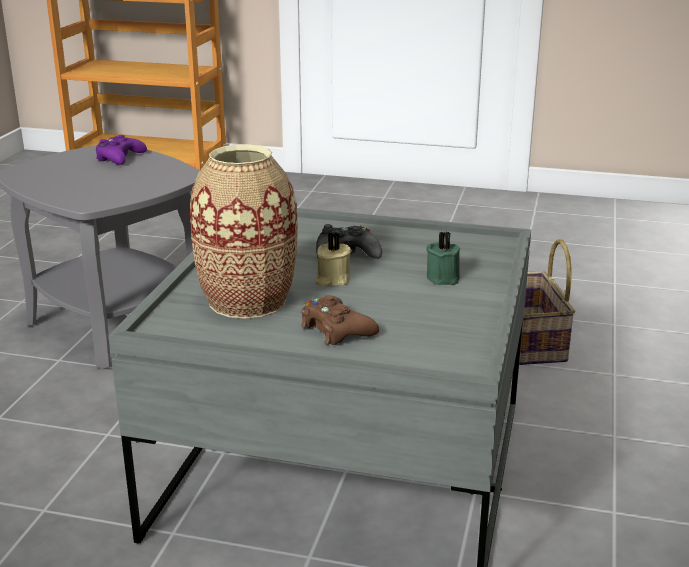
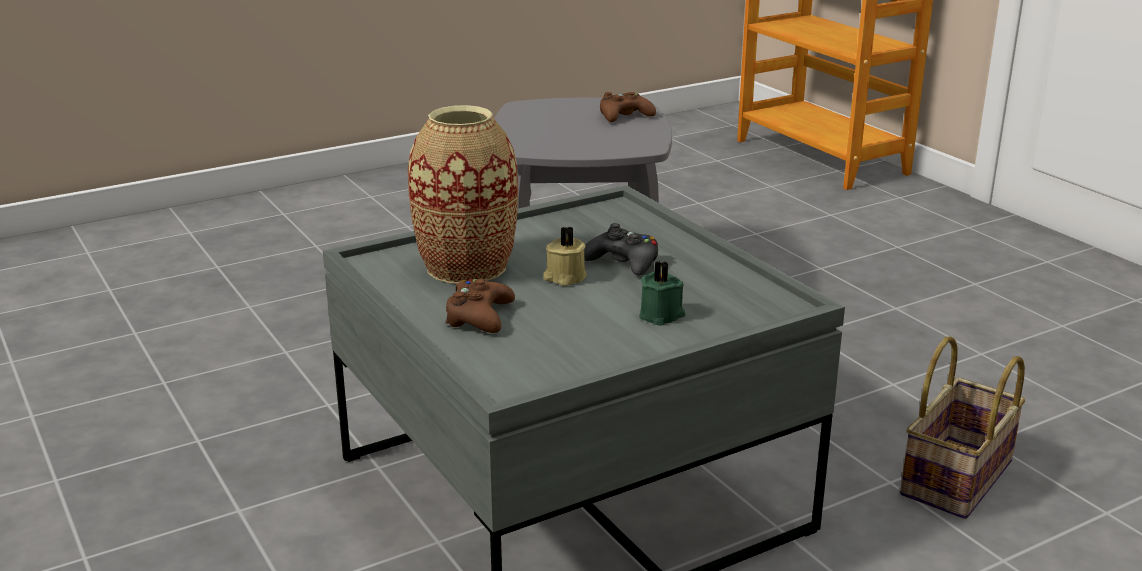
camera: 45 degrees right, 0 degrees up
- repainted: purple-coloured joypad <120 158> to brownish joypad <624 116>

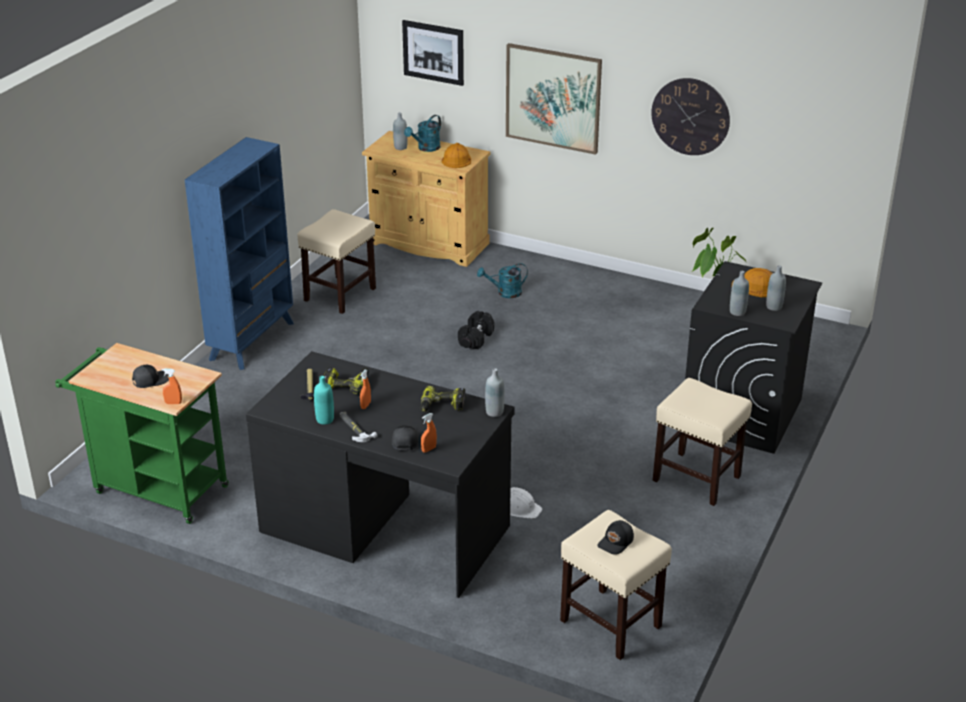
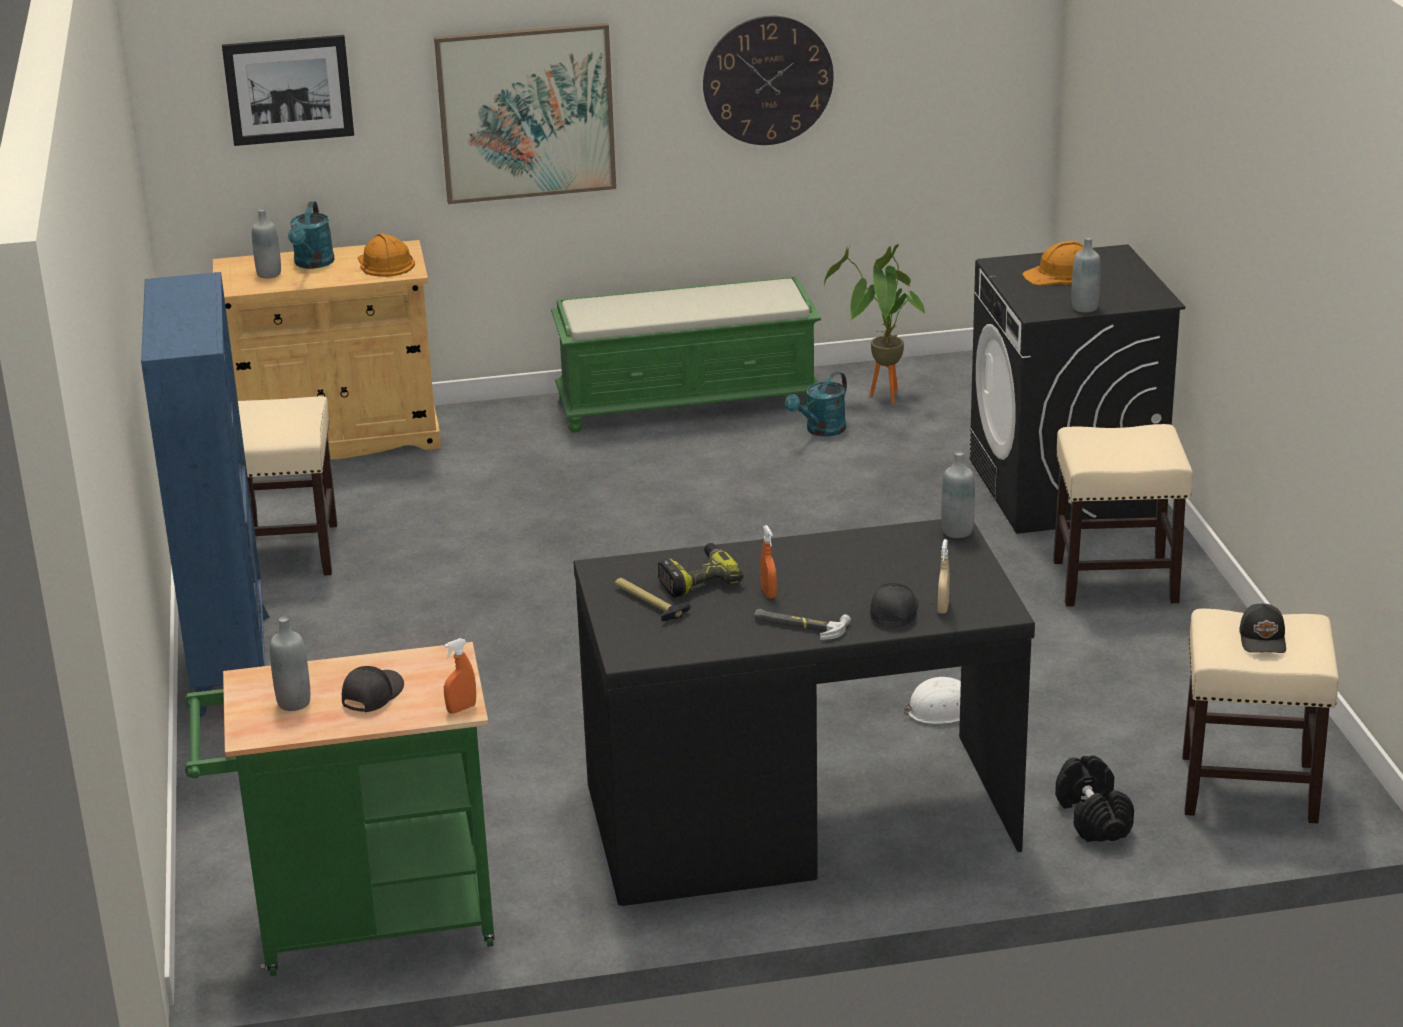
camera: 35 degrees left, 5 degrees down
- shifted: turquoise sprinkling can <505 293> to <821 431>
- shifted: gray beverage bottle <774 307> to <294 702>
- shifted: blackish free weight <475 339> to <1092 817>
- gone: turquoise beverage bottle <325 419>
- gone: electric drill <442 406>
- repainted: orange spray bottle <428 449> to sand-coloured spray bottle <943 608>
- rotated: blackish cap <404 440> = <893 611> 45 degrees clockwise
- new: greenish indoor bench <689 401>

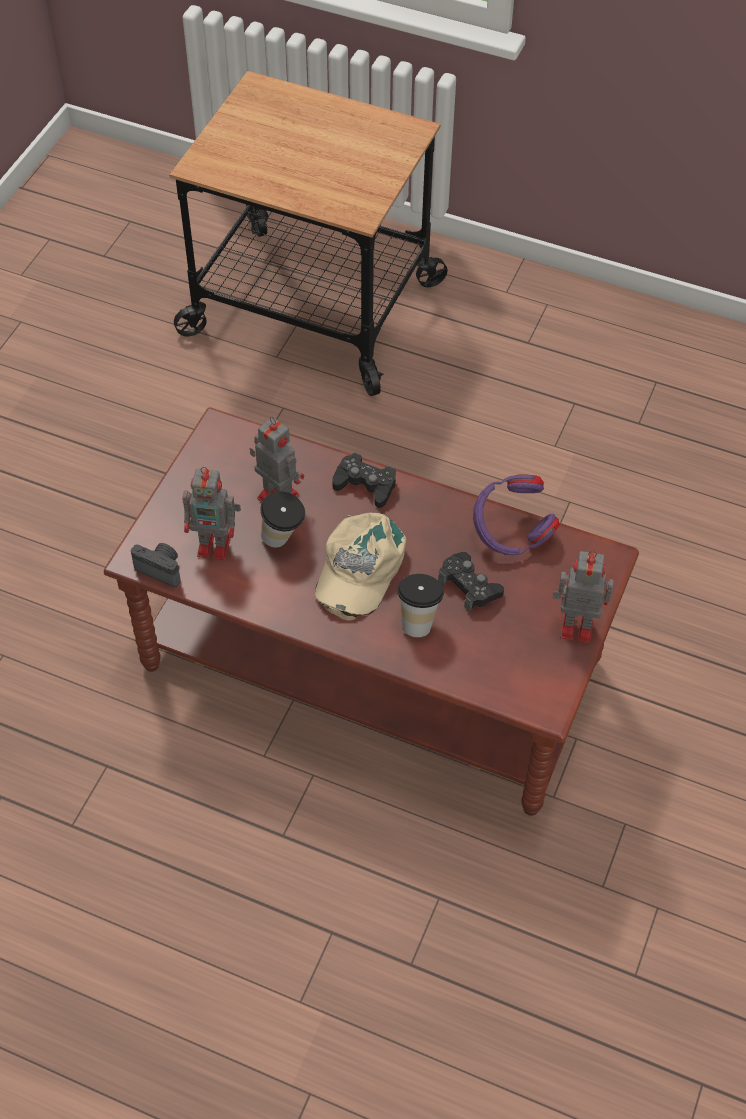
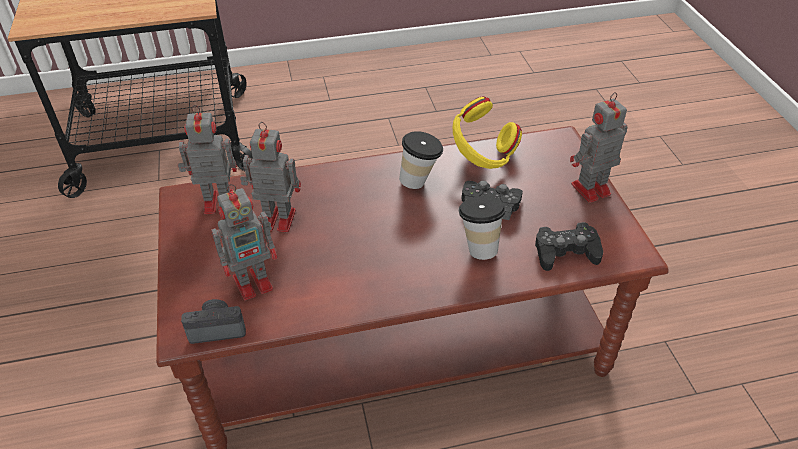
camera: 35 degrees left, 10 degrees down
- shifted: blackish joypad <365 485> to <565 252>
- repainted: purple-coloured pair of headphones <511 533> to yellow pair of headphones <482 156>
- shifted: cup <283 540> to <420 181>
- gone: sand-coloured cap <359 568>
- new: model robot <216 202>

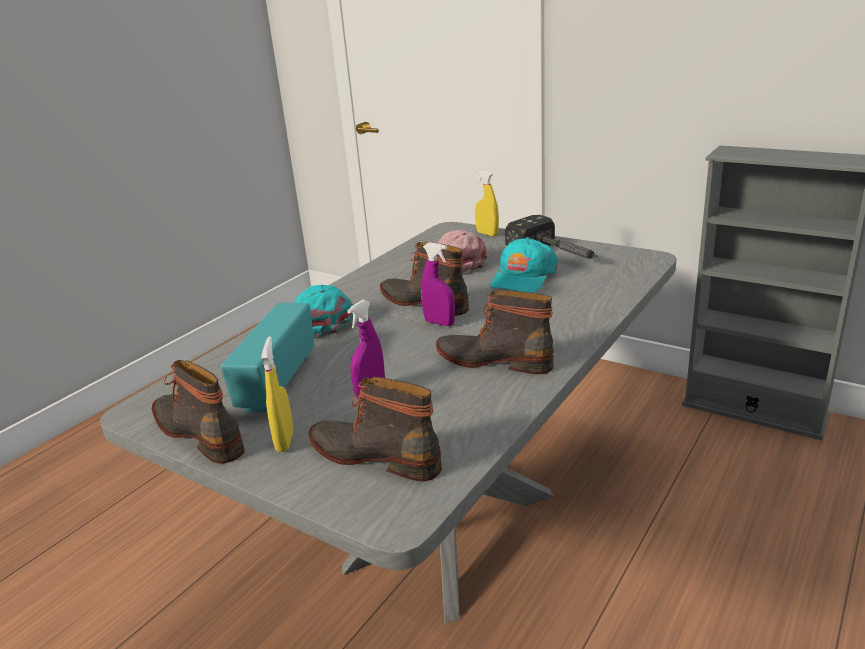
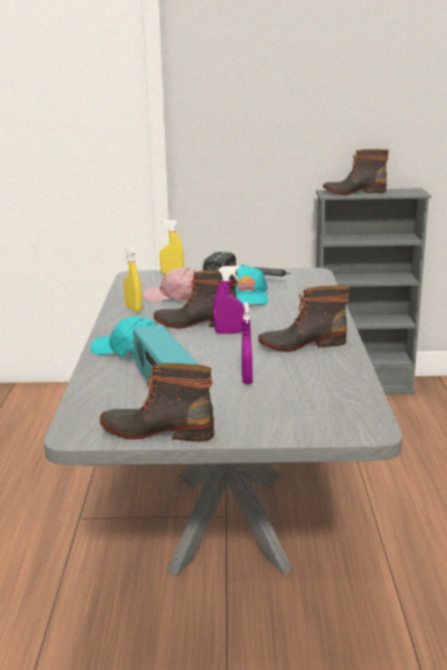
camera: 35 degrees left, 5 degrees down
- shifted: yellow spray bottle <285 441> to <133 309>
- shifted: tall boot <376 455> to <354 192>

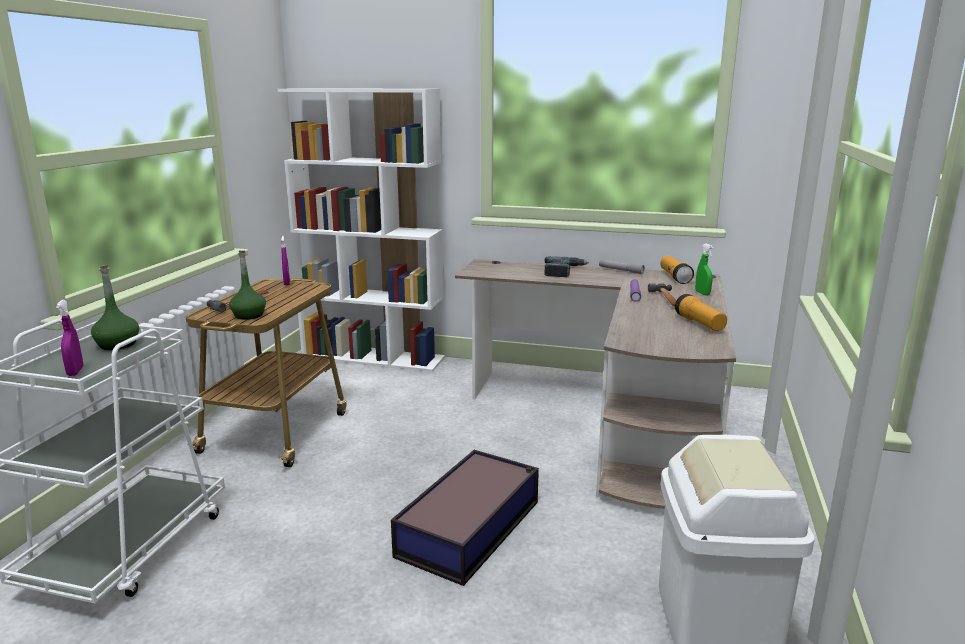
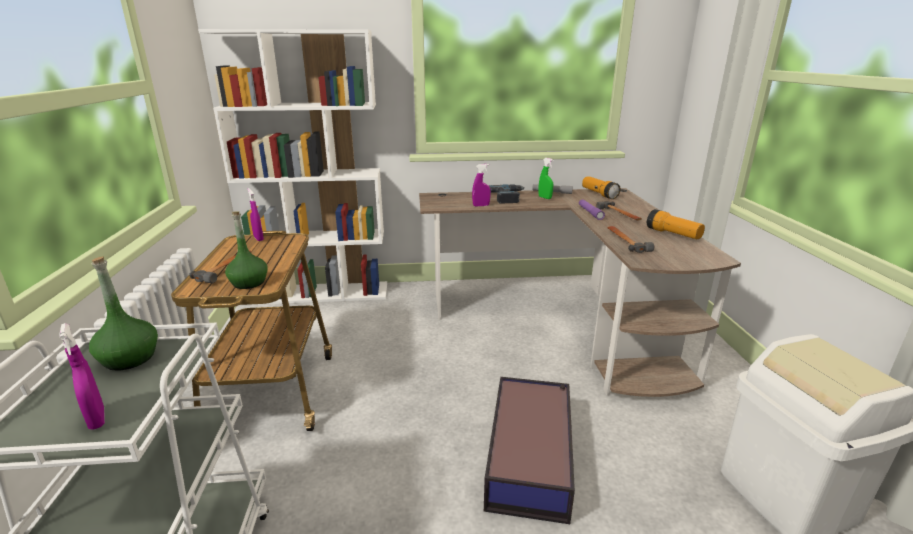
camera: 20 degrees left, 5 degrees up
- shifted: greenish spray bottle <702 293> to <545 198>
- new: purple-coloured spray bottle <481 205>
- new: hand hammer <626 241>

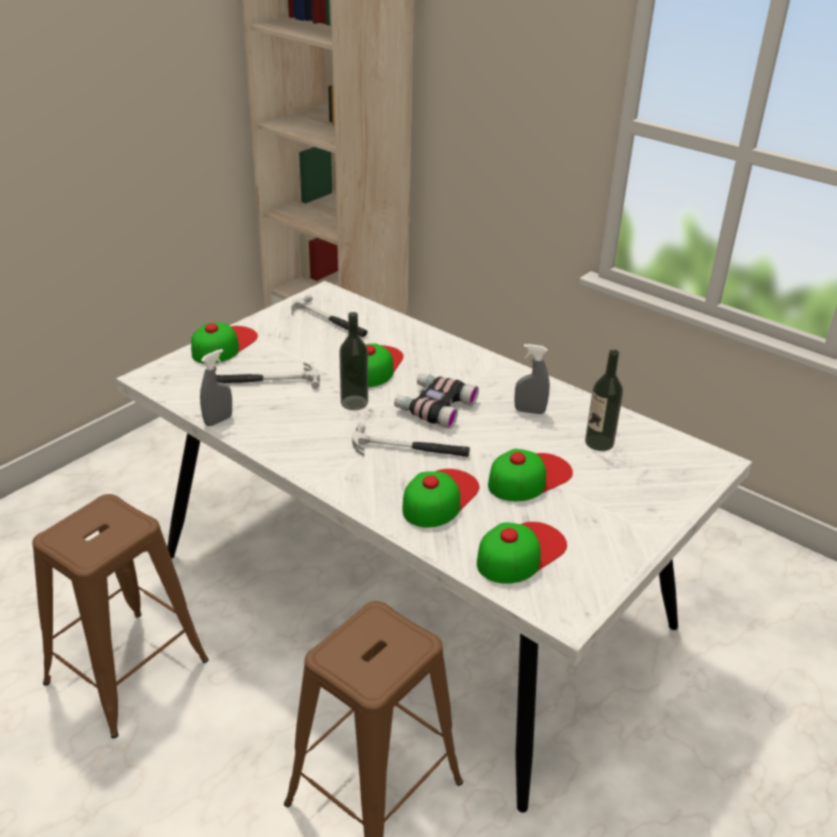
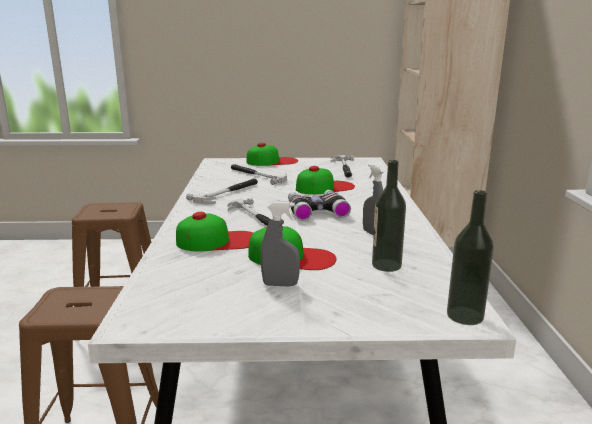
camera: 50 degrees right, 15 degrees down
- shifted: beverage bottle <354 402> to <465 315>
- shifted: gray spray bottle <218 420> to <280 284>
- gone: cap <520 552>
- new: hand hammer <227 193>

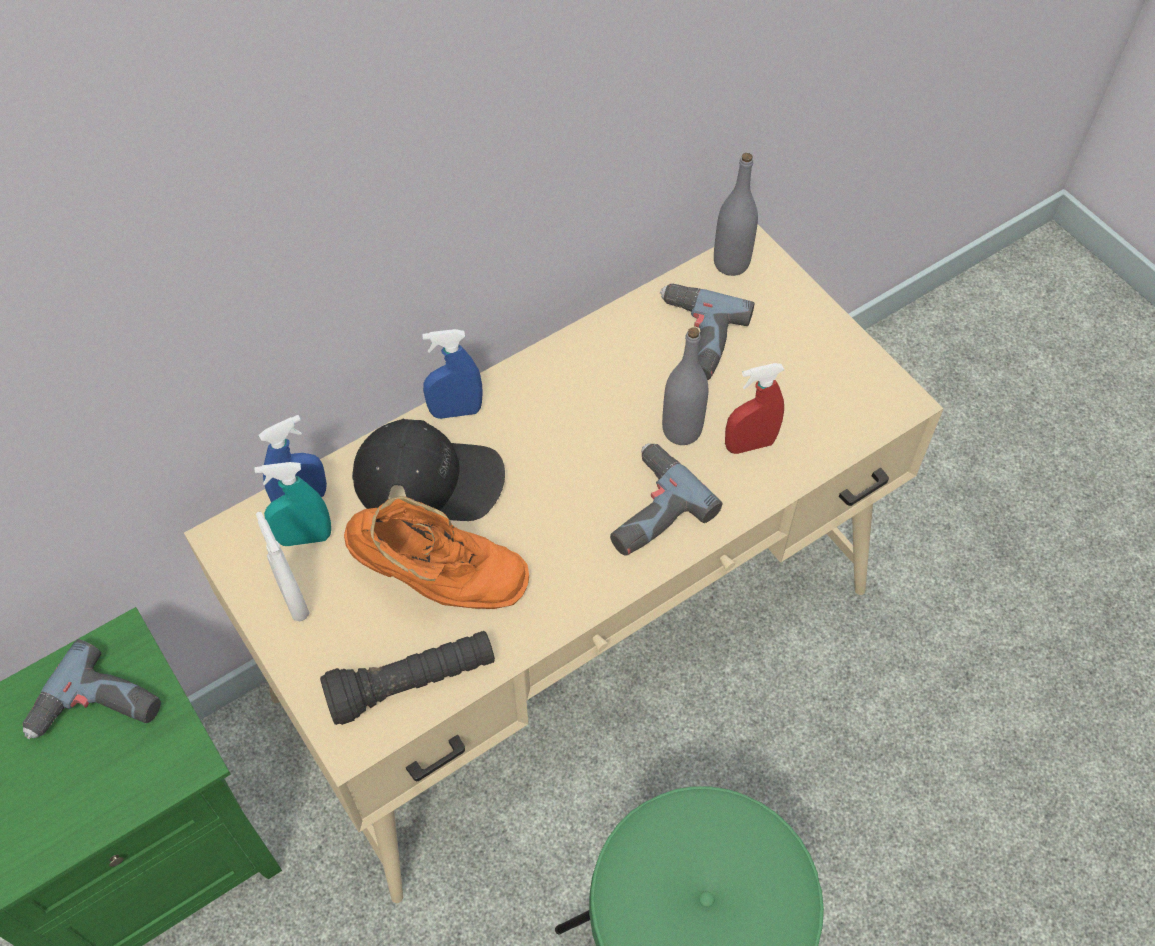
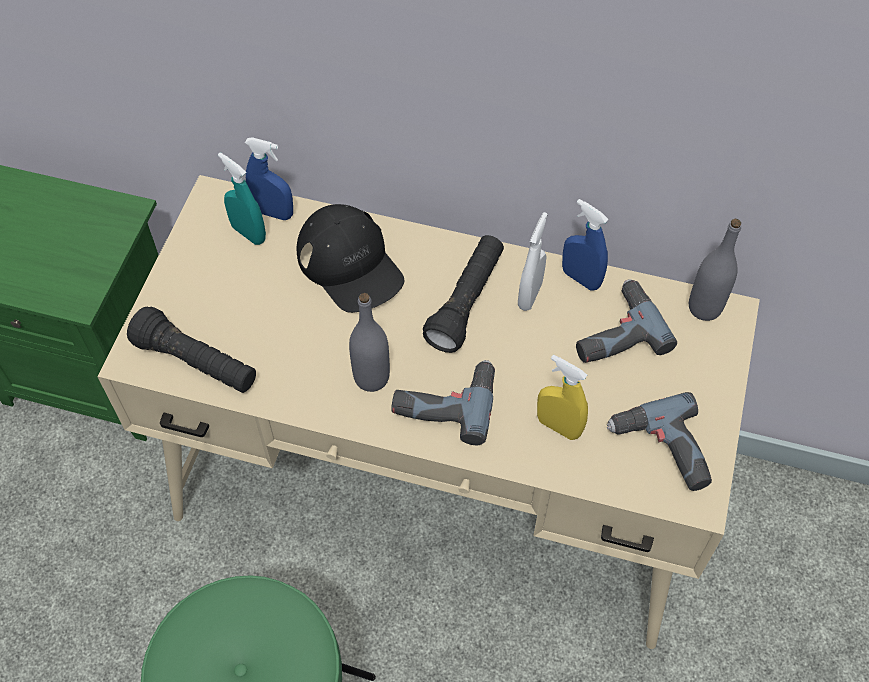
camera: 50 degrees right, 0 degrees up
- shifted: gray beverage bottle <681 430> to <371 377>
- shifted: bluish spray bottle <456 411> to <580 278>
- repainted: reddish spray bottle <749 444> to yellow spray bottle <558 426>
- gone: orange tall boot <439 582>
- shifted: white spray bottle <294 600> to <530 295>
- shifted: electric drill <97 712> to <661 451>
- new: blackish torch <466 302>

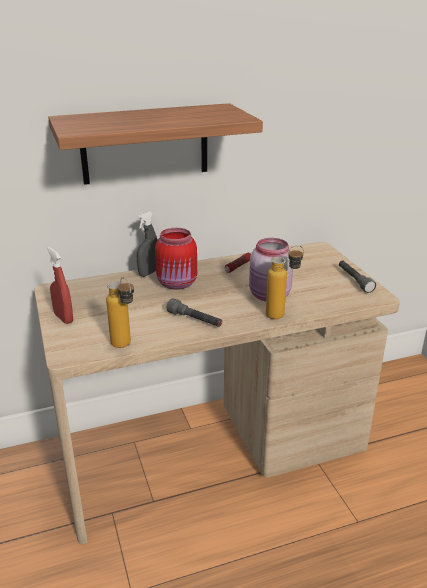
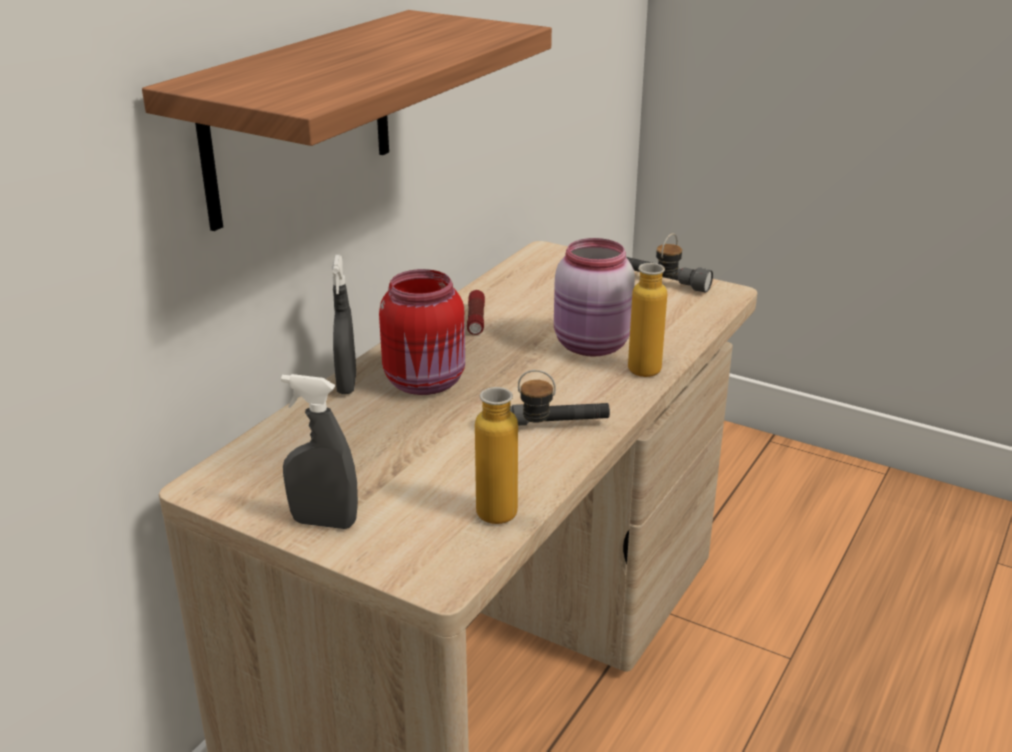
camera: 40 degrees left, 0 degrees up
- repainted: reddish spray bottle <63 318> to gray spray bottle <324 522>

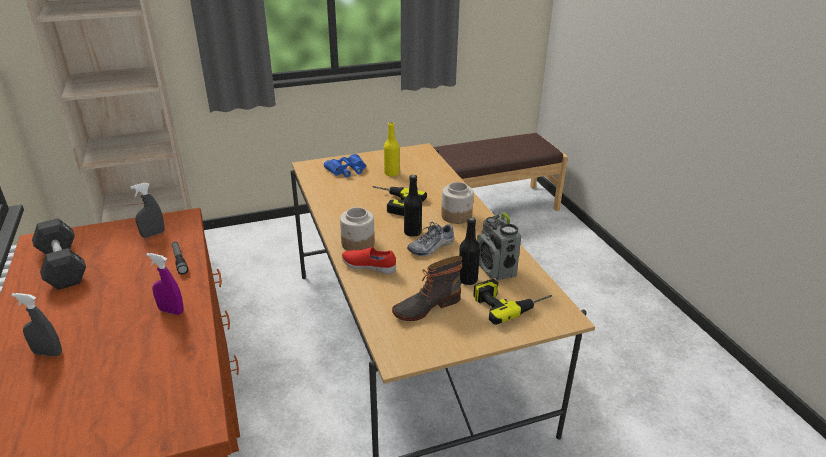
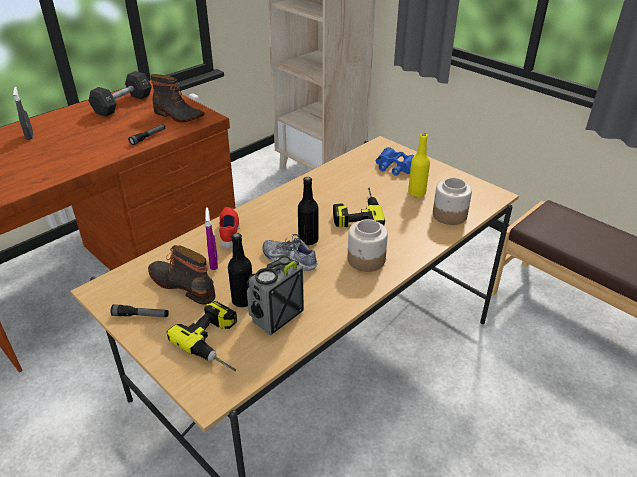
camera: 65 degrees right, 5 degrees up
- swapped: gray spray bottle <153 234> to tall boot <178 116>
- shifted: preserve jar <358 244> to <449 215>
- shifted: purple-coloured spray bottle <171 311> to <214 263>
- new: torch <141 315>

